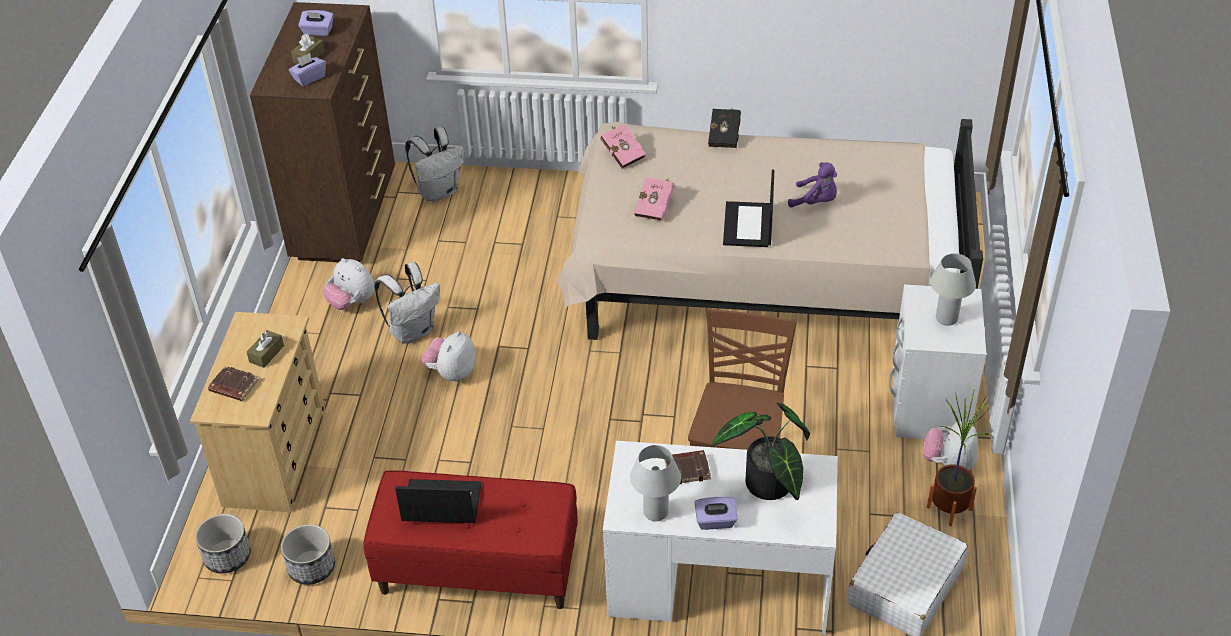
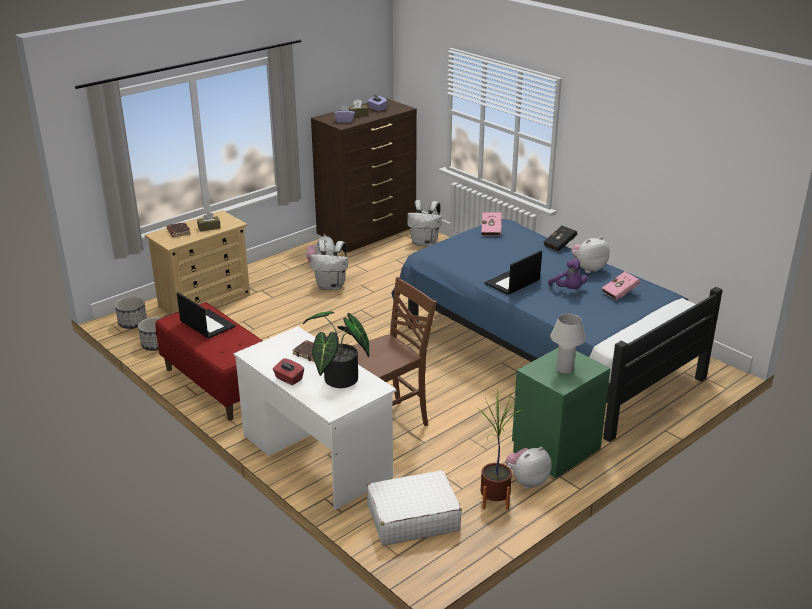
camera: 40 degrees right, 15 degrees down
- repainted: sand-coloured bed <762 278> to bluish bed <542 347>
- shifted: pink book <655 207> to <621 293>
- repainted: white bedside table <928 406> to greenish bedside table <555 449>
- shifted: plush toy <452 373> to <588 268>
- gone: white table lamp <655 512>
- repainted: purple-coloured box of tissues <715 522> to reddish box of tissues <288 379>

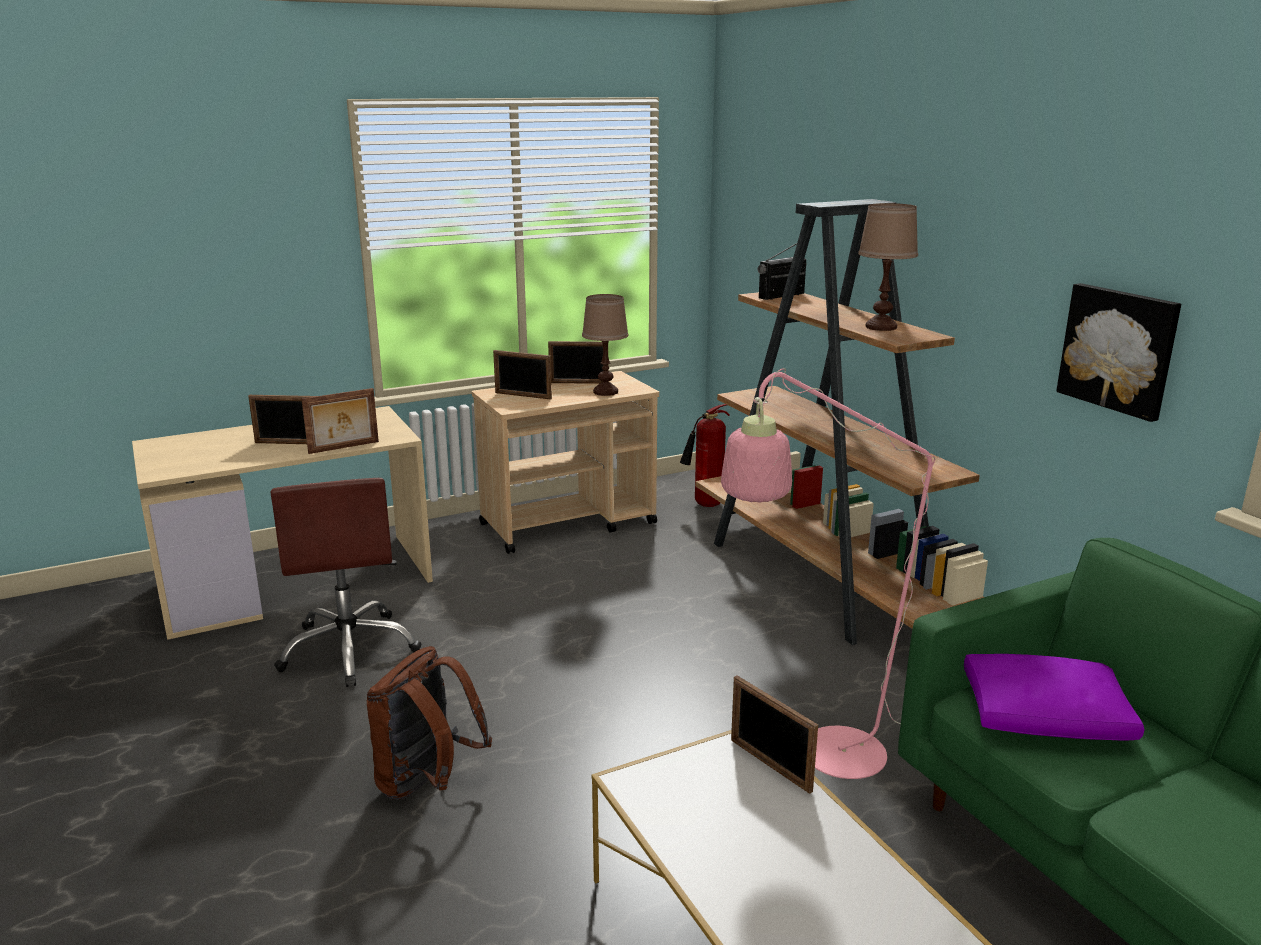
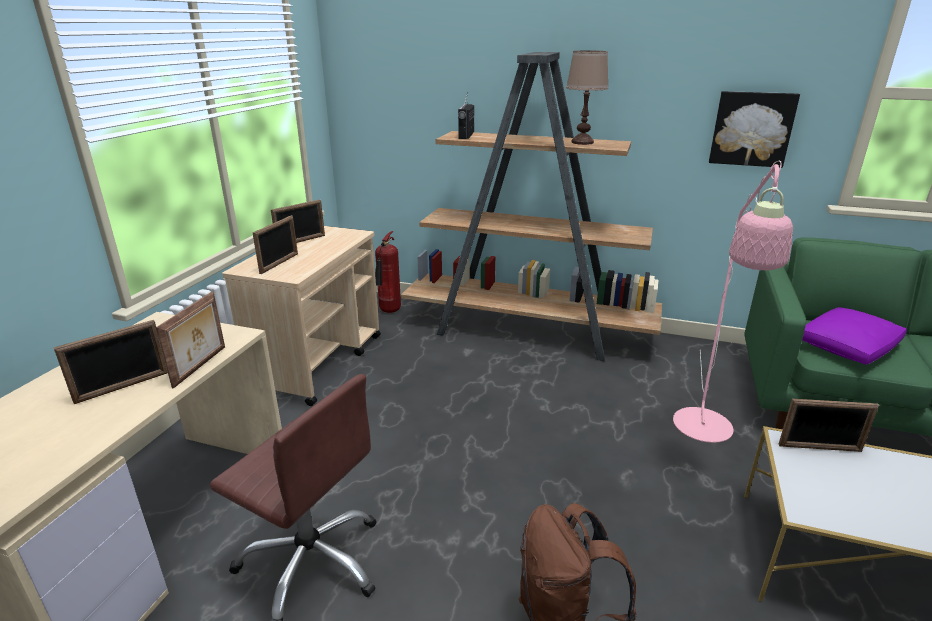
camera: 45 degrees left, 5 degrees up
- gone: brownish table lamp <606 392>
- rotated: standing frame <523 396> = <279 263> 45 degrees counterclockwise

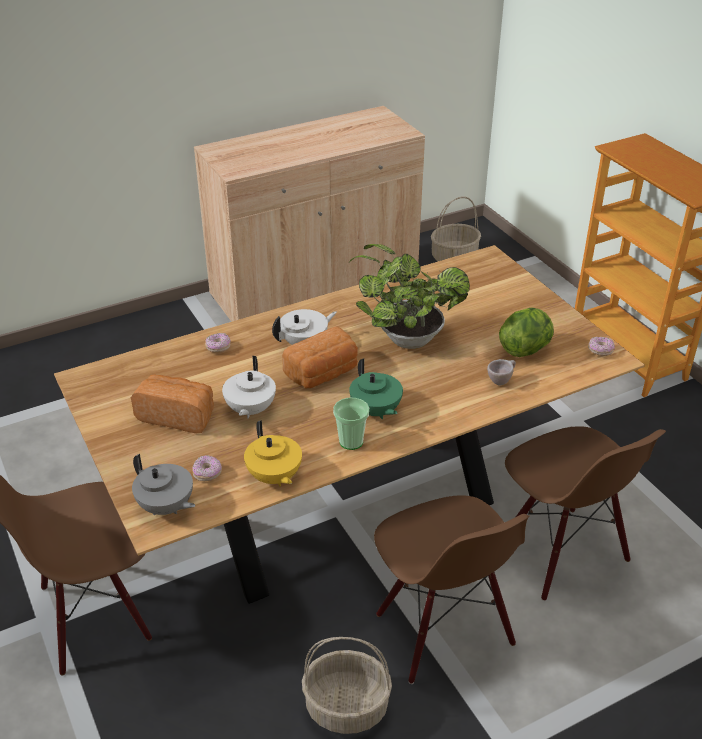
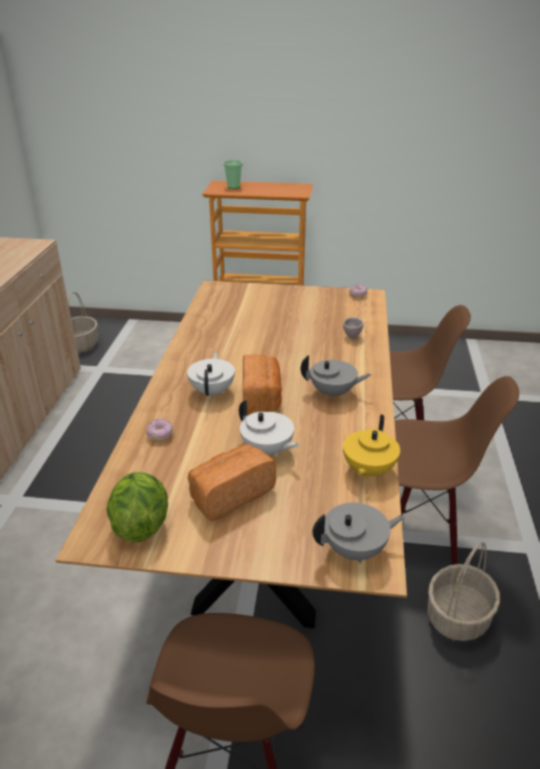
camera: 55 degrees left, 5 degrees down
- gone: plant in a pot <405 338>
- shifted: lettuce head <525 349> to <140 524>
- repainted: greenish pot for tea <375 411> to gray pot for tea <333 393>
- shifted: cup <351 441> to <233 186>
- rotated: yellow pot for tea <274 477> = <368 470> 105 degrees clockwise
- gone: ring doughnut <207 473>

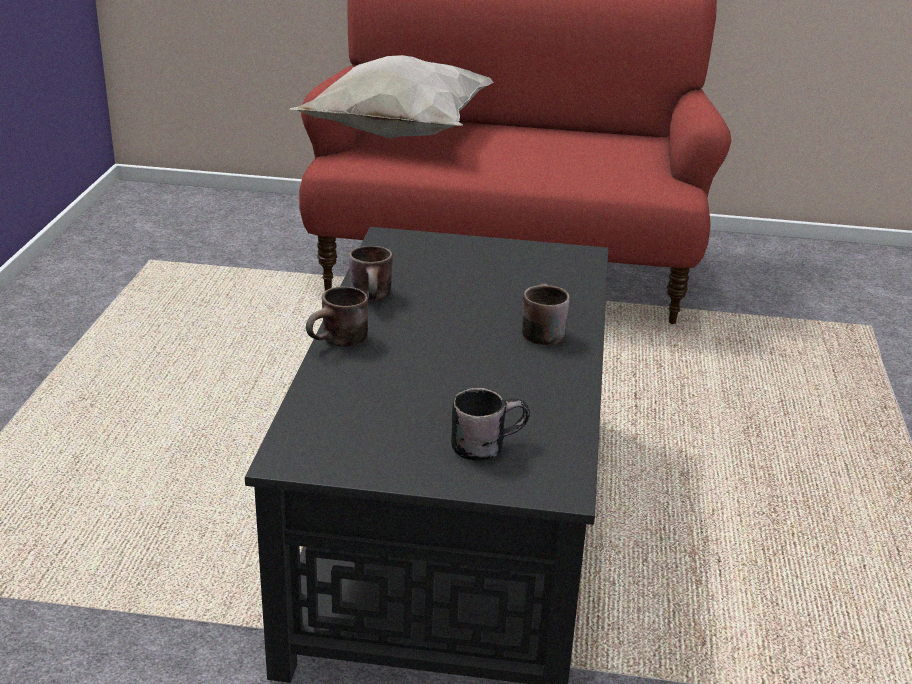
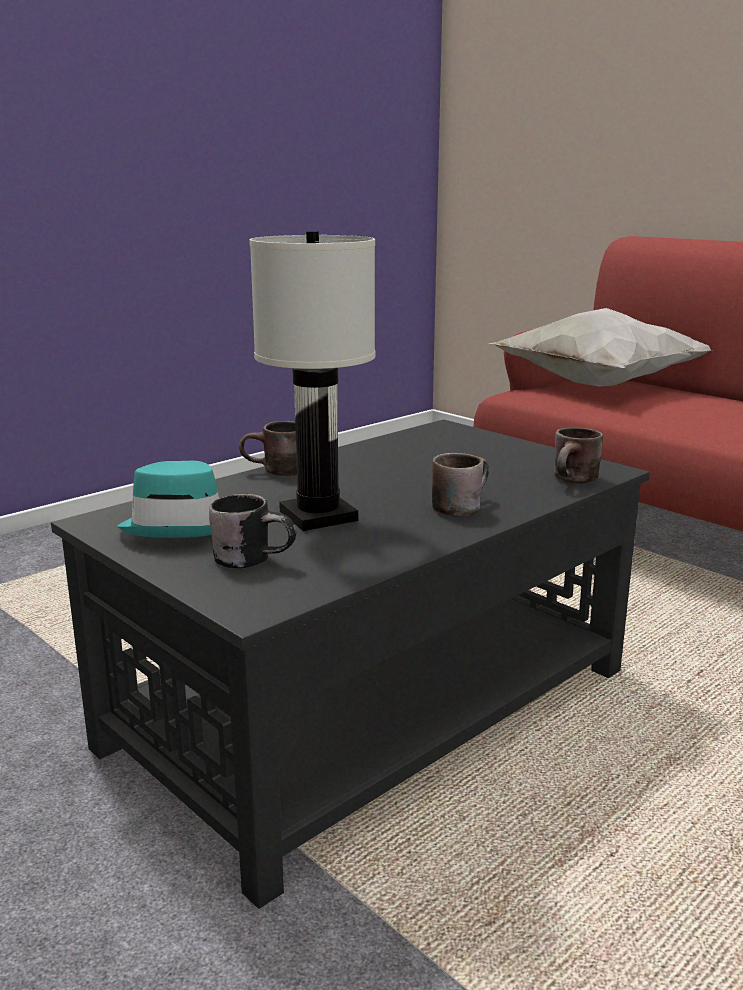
camera: 40 degrees right, 10 degrees down
- shifted: brownish coffee mug <375 298> to <576 481>
- new: white table lamp <318 516>
- new: turquoise clothing hat <181 525>

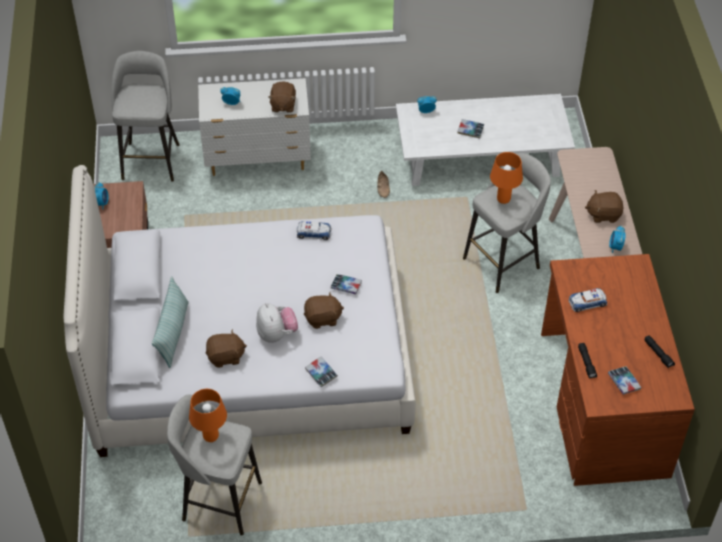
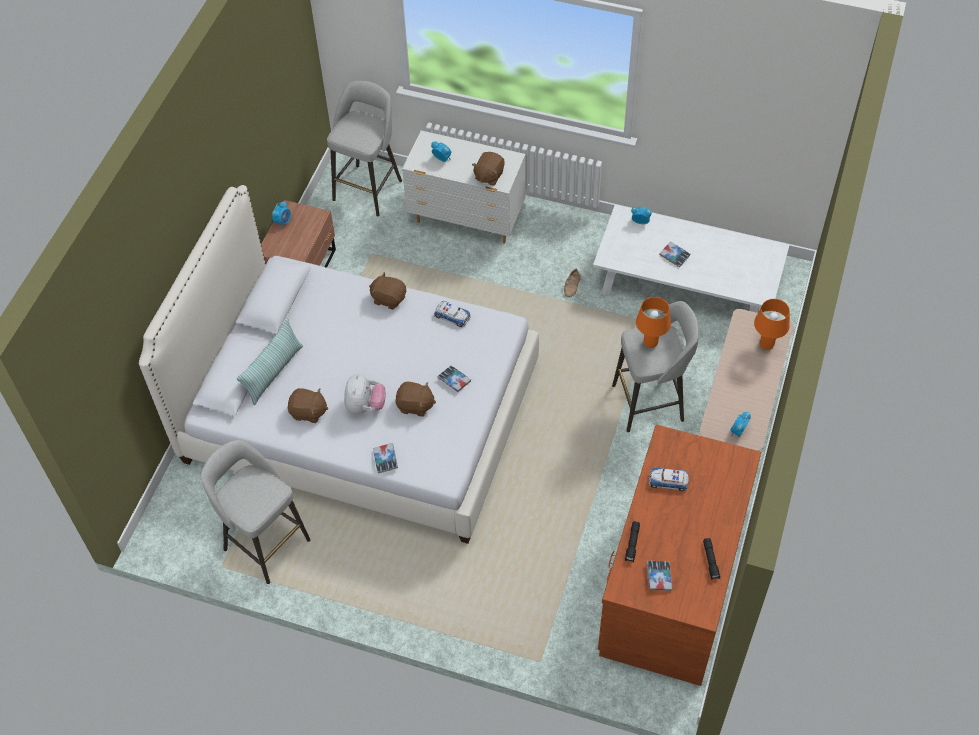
camera: 25 degrees right, 5 degrees up
- shifted: brownish plush toy <603 214> to <389 298>
- shifted: orange table lamp <211 437> to <766 345>

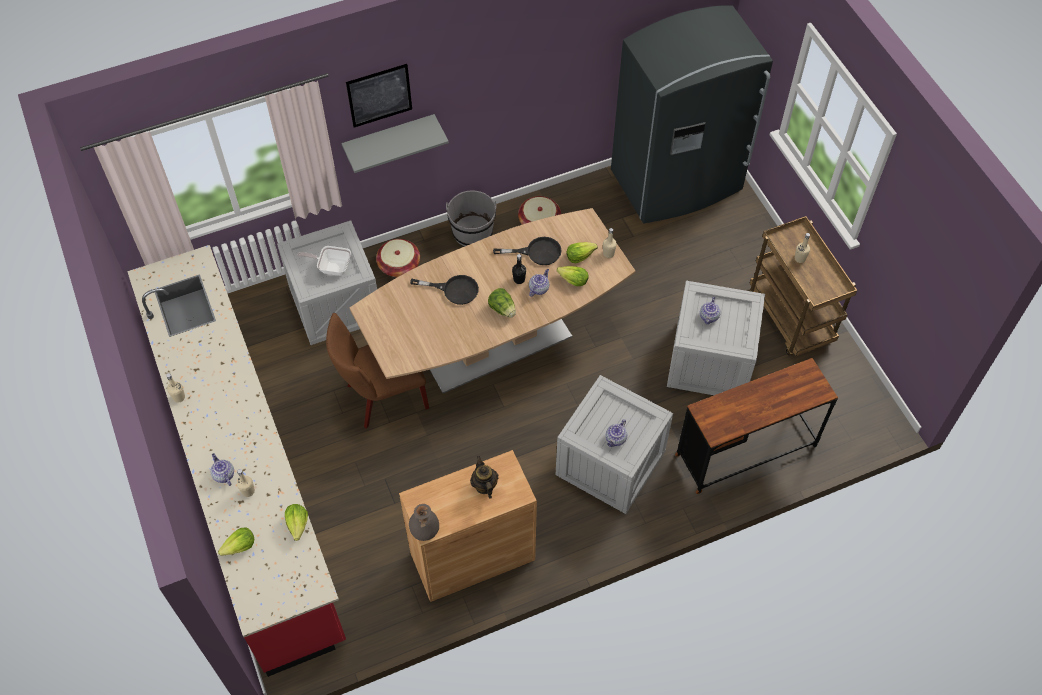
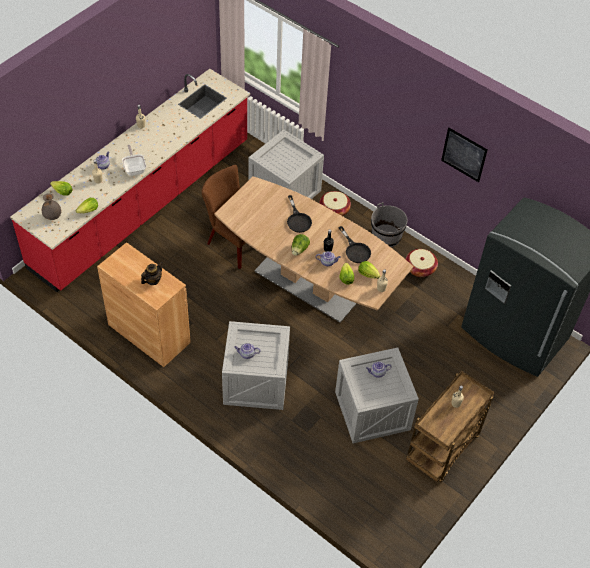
camera: 60 degrees right, 5 degrees down
- shifted: wall picture <379 95> to <464 154>
- gone: gray bracket shelf <389 139>
- shifted: skillet <332 267> to <134 168>
- gone: brownish desk unit <746 451>
- shifted: gray decorative vase <424 531> to <52 216>

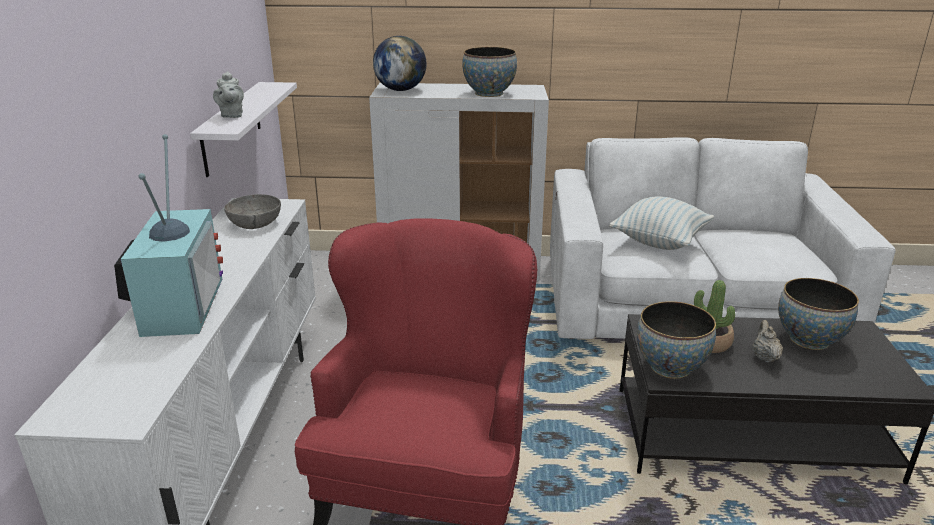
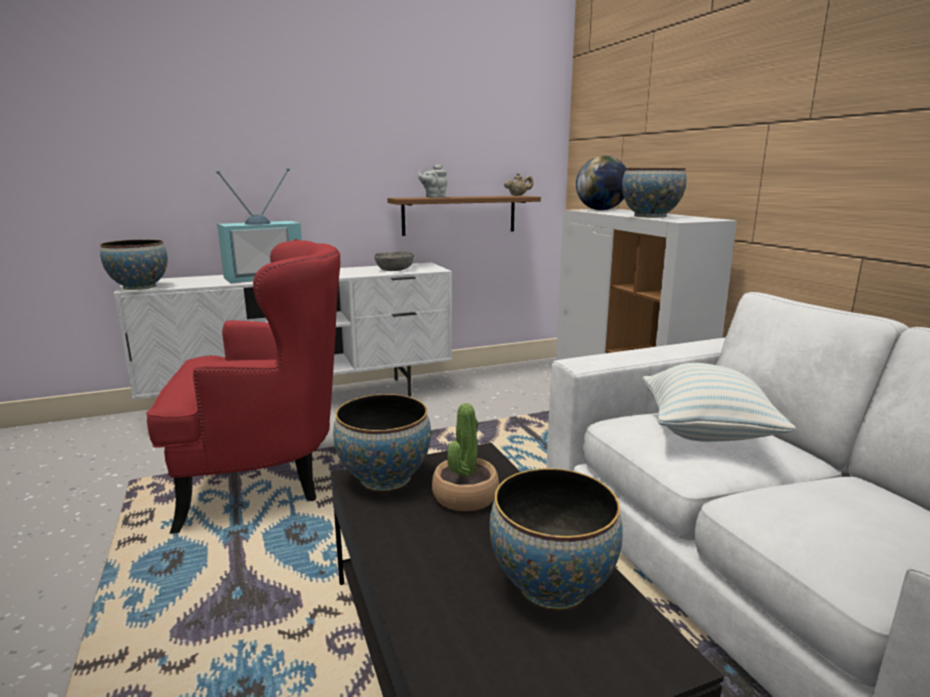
camera: 65 degrees right, 10 degrees down
- repainted: white bracket shelf <231 127> to brownish bracket shelf <459 215>
- shifted: sand-coloured pot for tea <764 357> to <518 195>
- new: serving bowl <139 287>

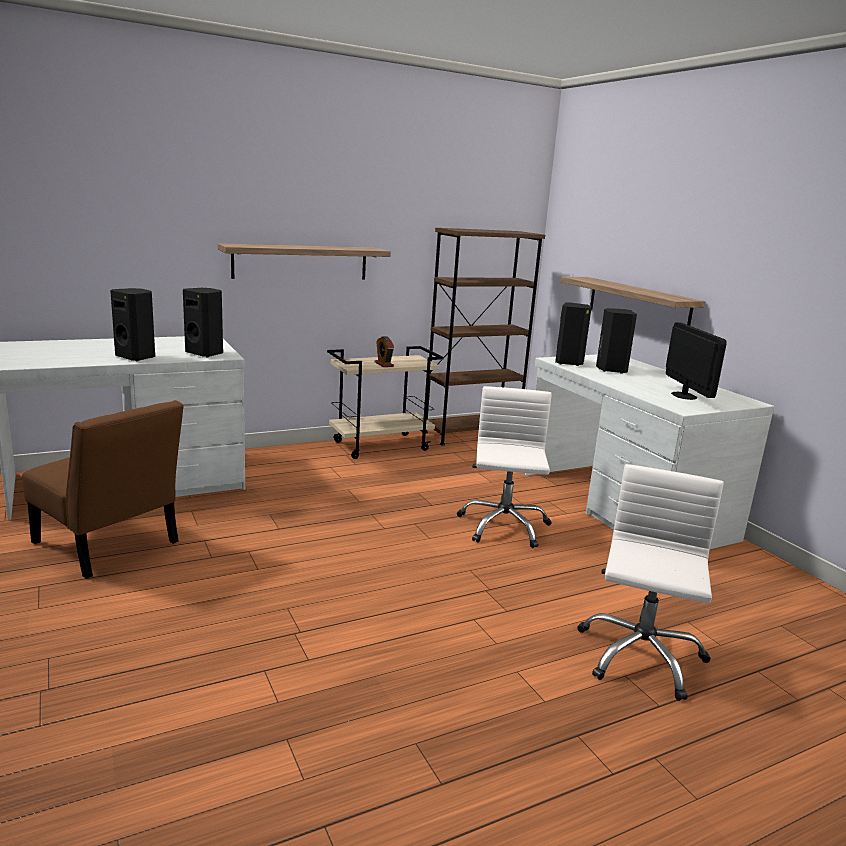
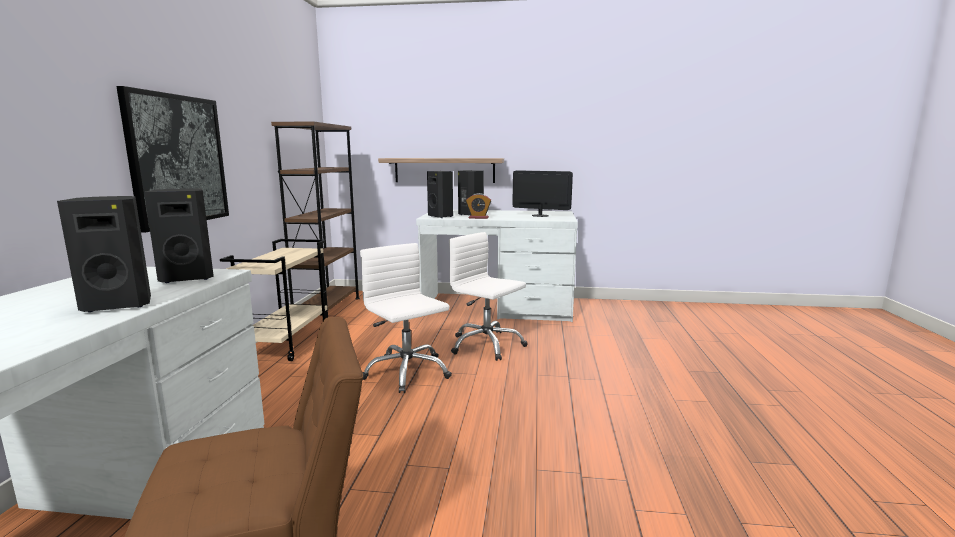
camera: 55 degrees left, 5 degrees down
- swapped: bracket shelf <301 262> to wall picture <178 160>
- shifted: table clock <384 364> to <478 218>
- shifted: white computer chair <639 655> to <407 372>

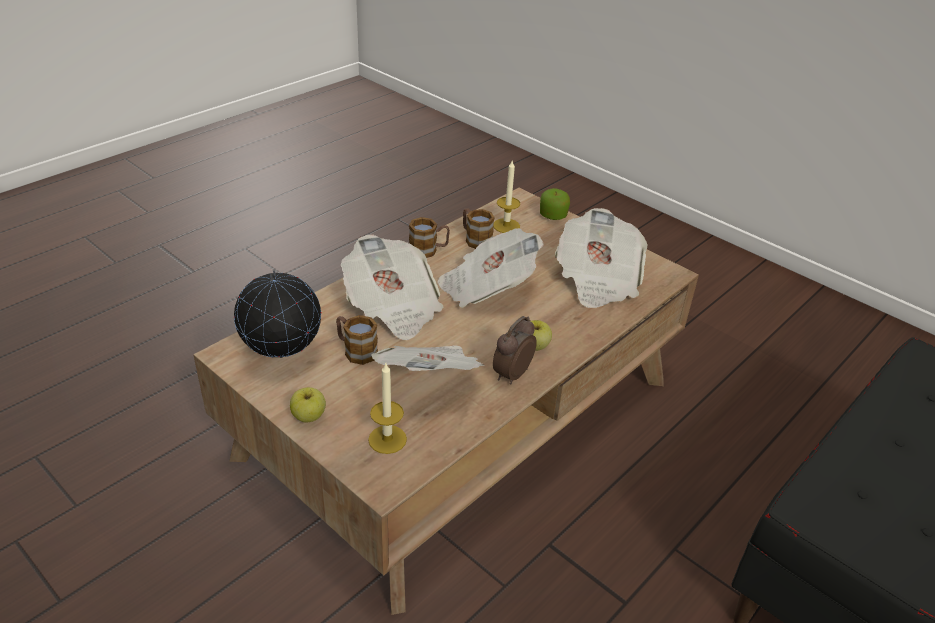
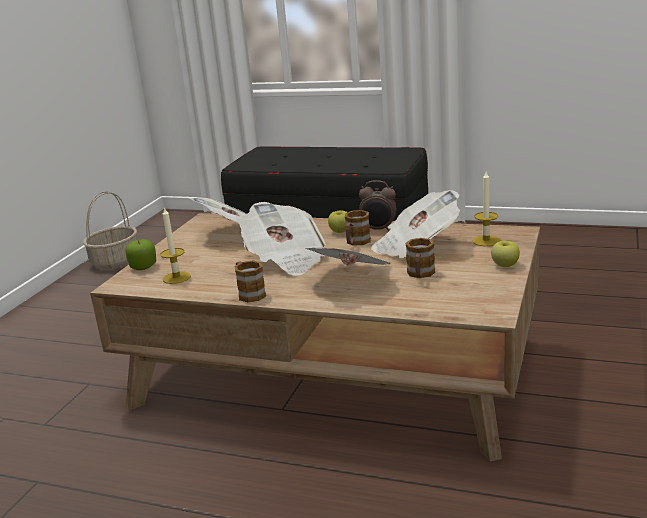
camera: 110 degrees left, 15 degrees down
- shifted: coffee mug <475 239> to <356 242>
- gone: desk globe <283 356>
- new: basket <115 261>

